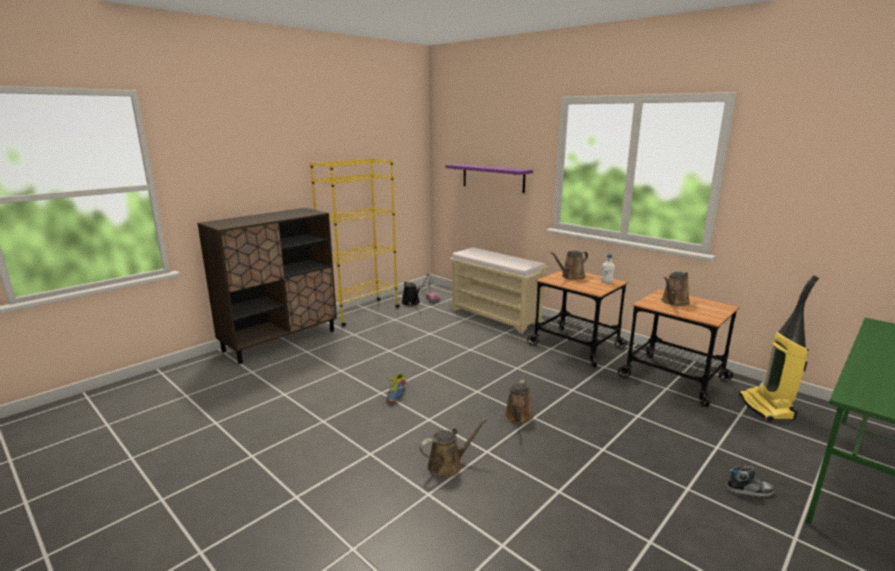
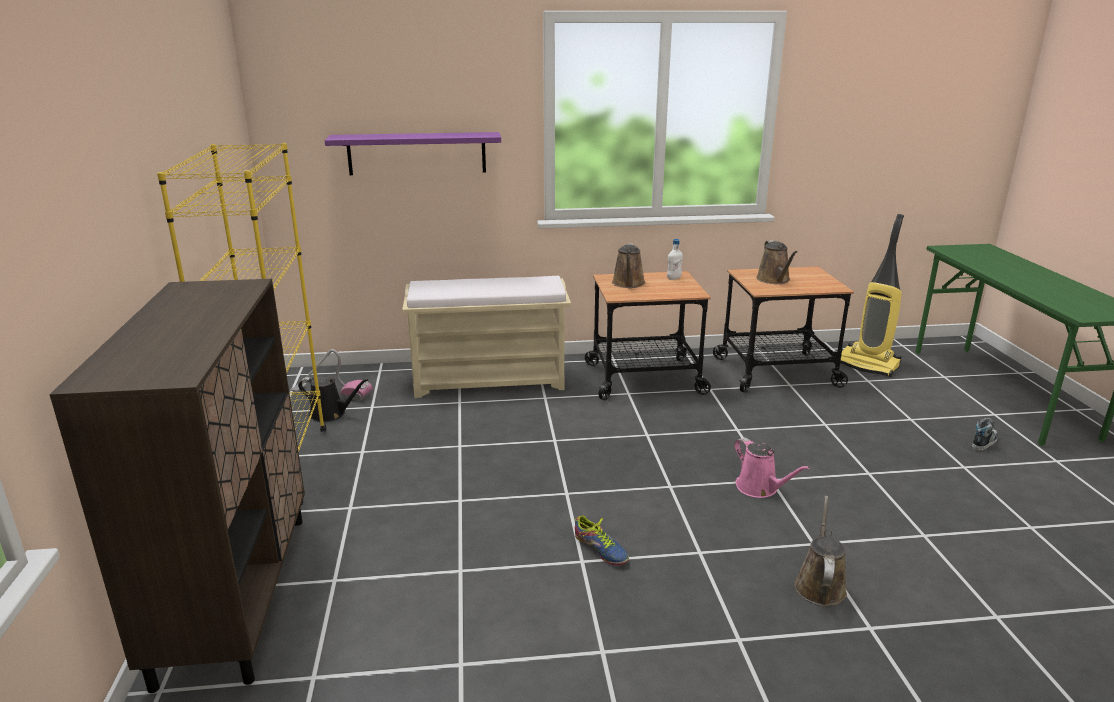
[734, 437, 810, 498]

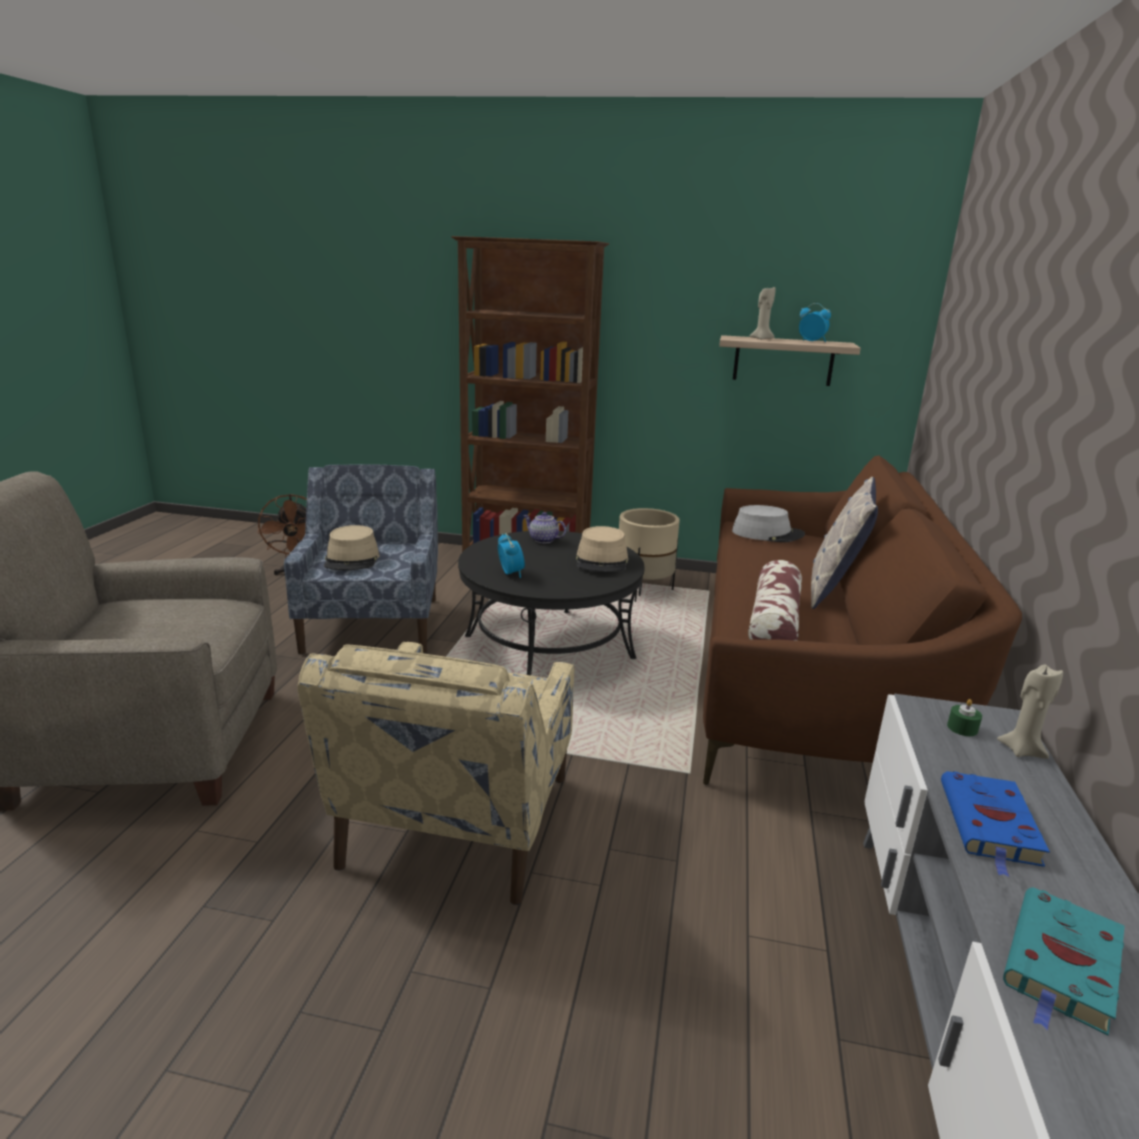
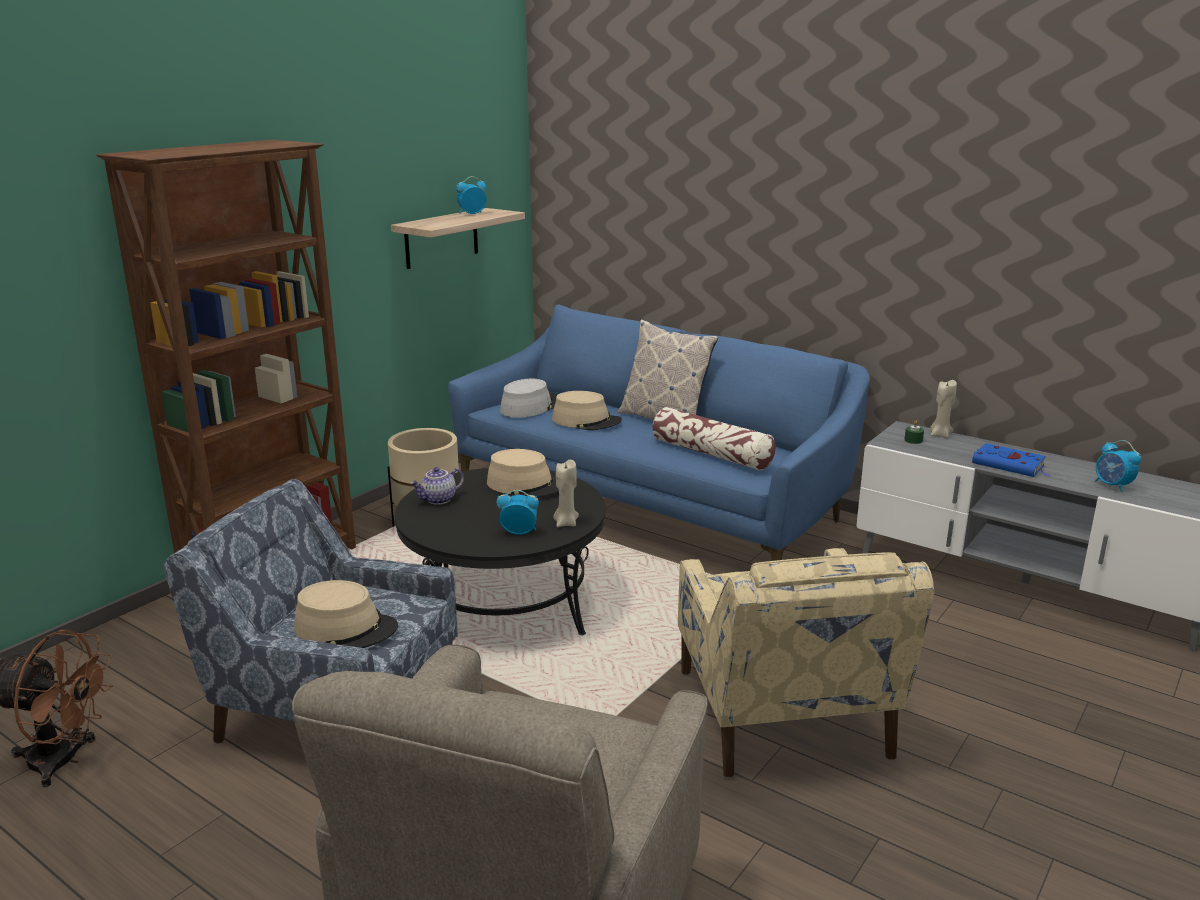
[553, 460, 579, 527]
[448, 304, 870, 561]
[678, 548, 934, 778]
[1095, 440, 1141, 492]
[552, 391, 622, 430]

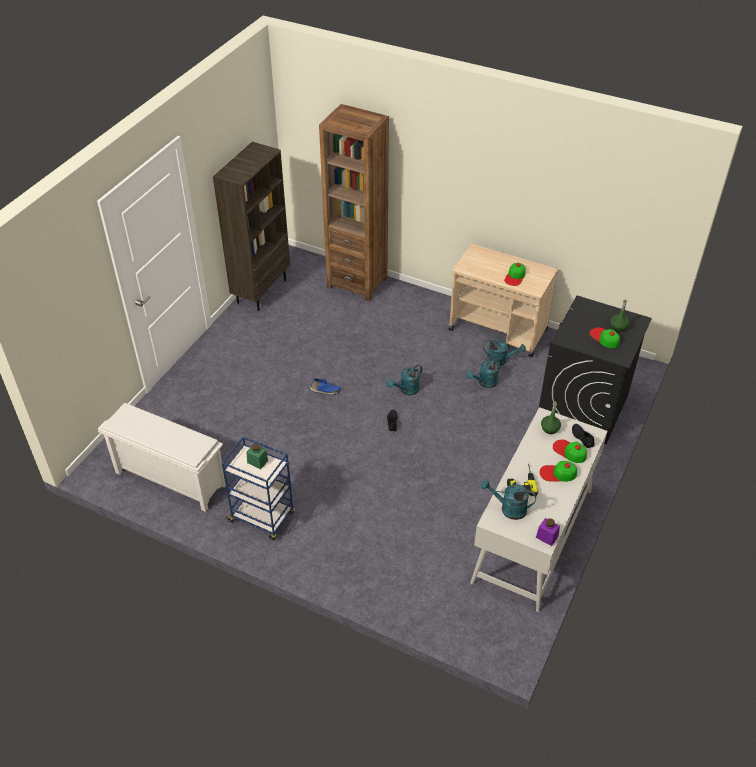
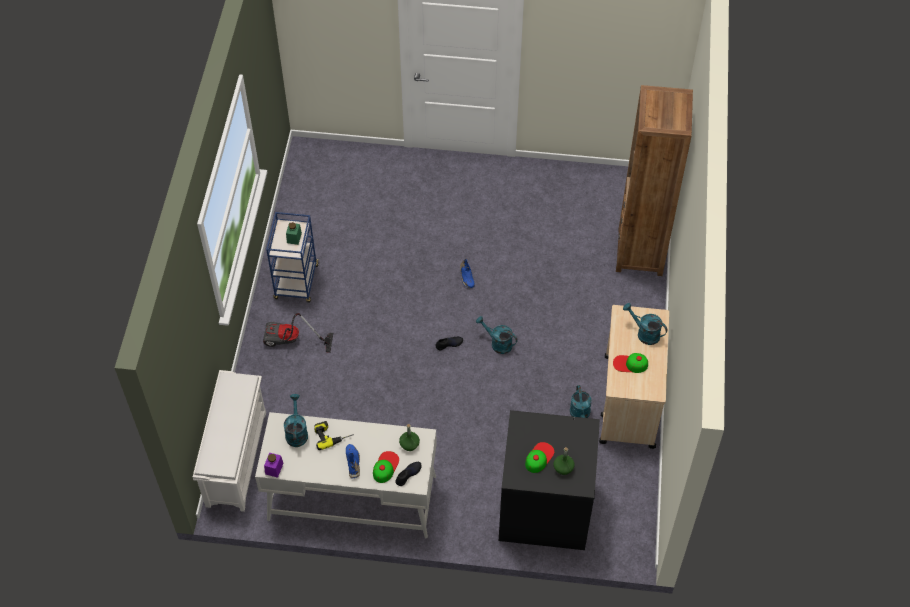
[213, 142, 290, 311] (first image)
[623, 303, 667, 345]
[193, 370, 266, 512]
[346, 444, 360, 478]
[263, 313, 333, 353]

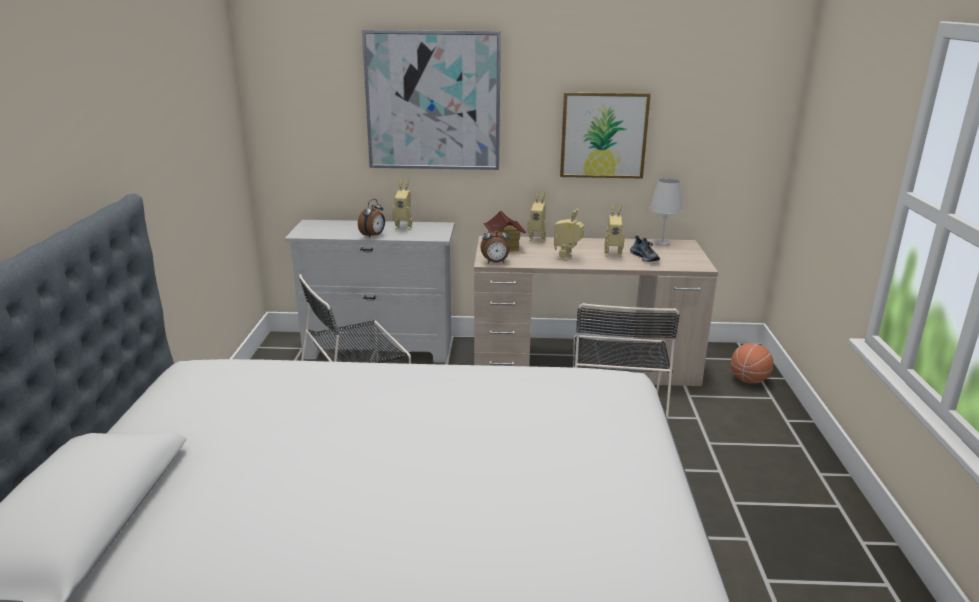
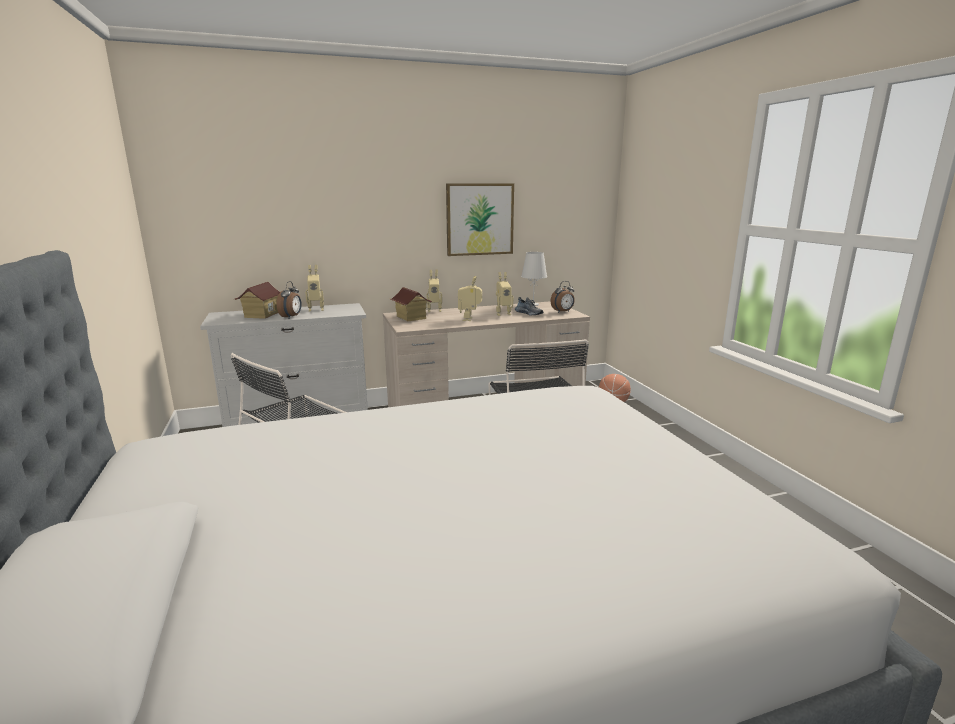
[362, 30, 501, 170] (first image)
[550, 281, 575, 313]
[234, 282, 280, 319]

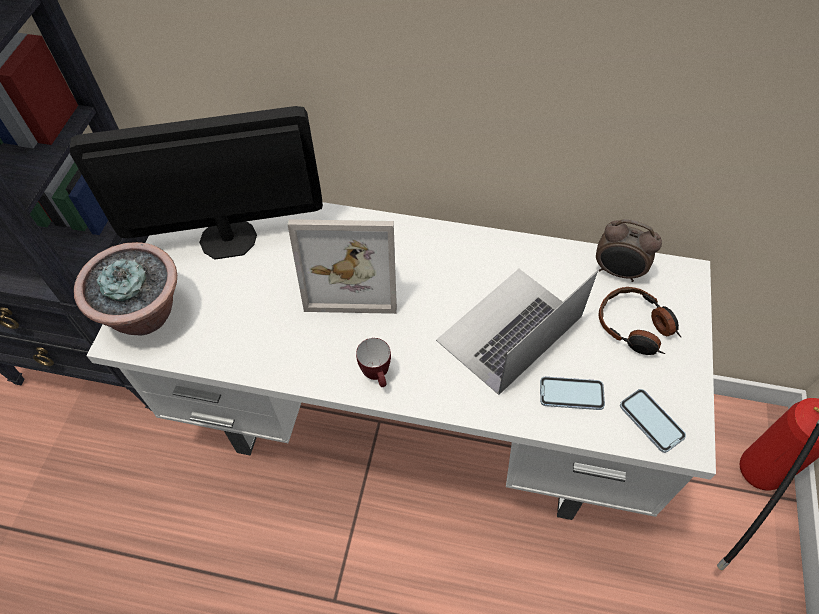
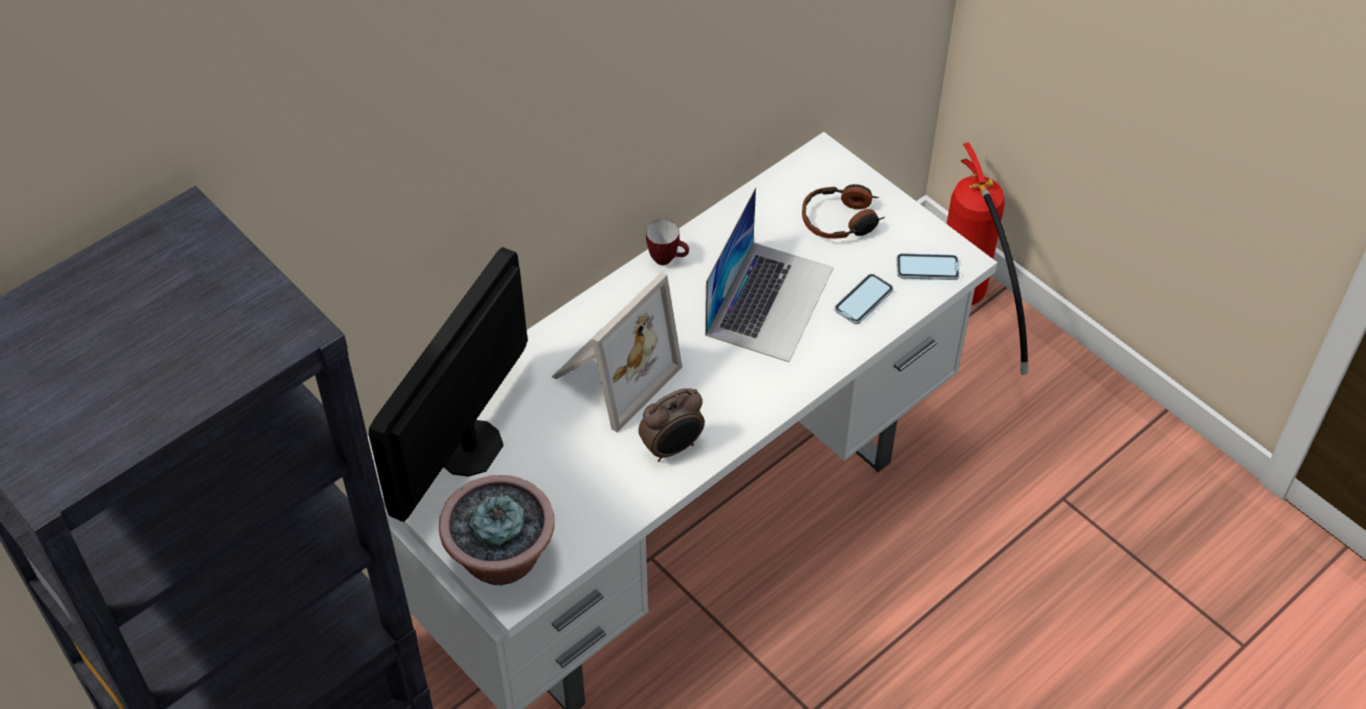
[638, 388, 705, 462]
[705, 188, 834, 362]
[646, 220, 689, 265]

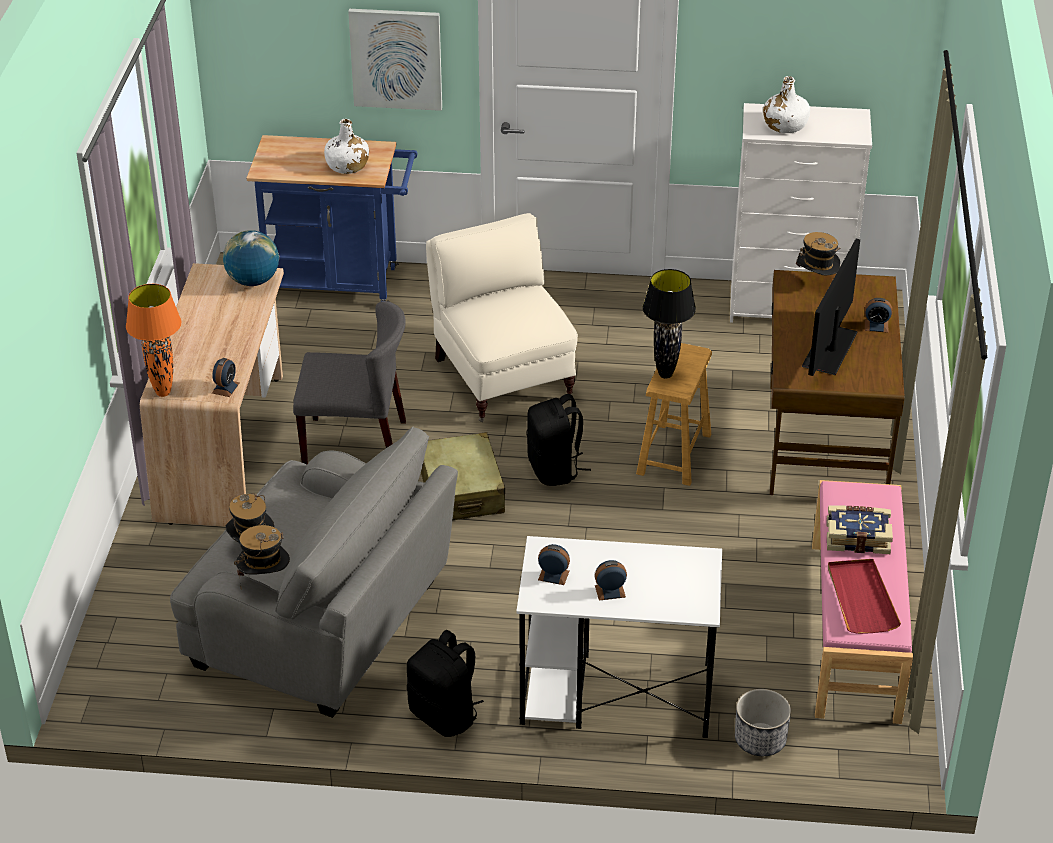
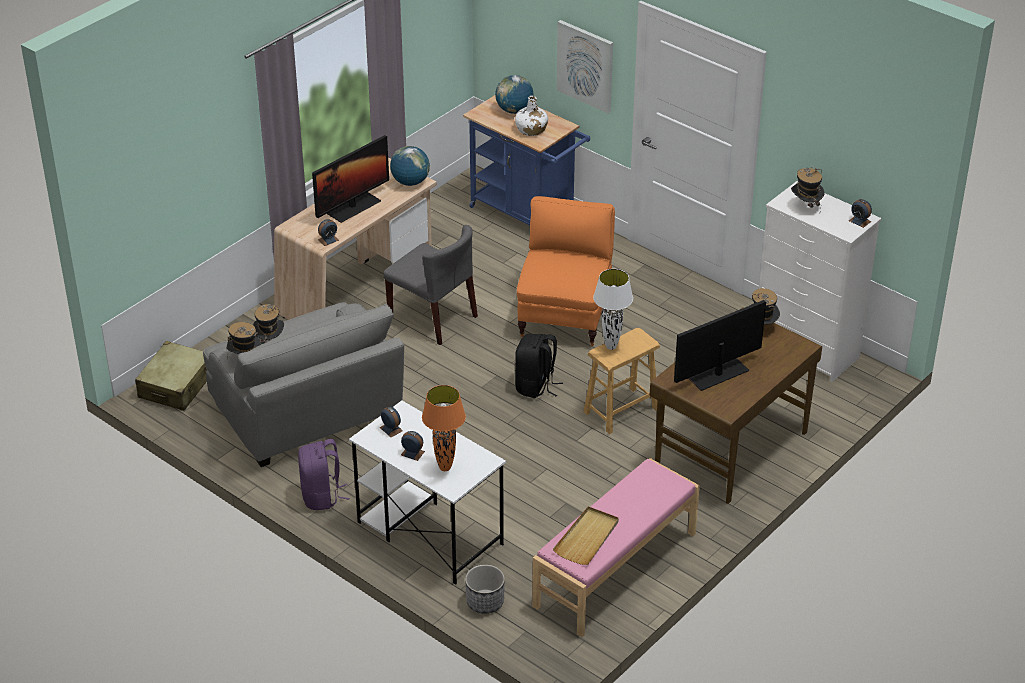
[791, 167, 825, 210]
[517, 196, 615, 346]
[593, 269, 633, 350]
[422, 385, 466, 471]
[849, 199, 872, 228]
[135, 341, 207, 411]
[827, 506, 893, 554] (first image)
[553, 506, 619, 565]
[298, 439, 350, 510]
[495, 75, 534, 114]
[312, 135, 389, 223]

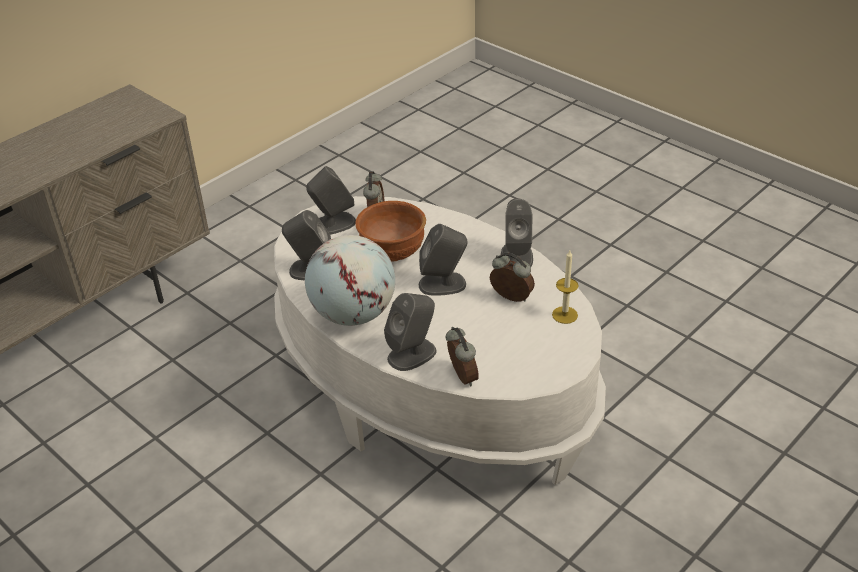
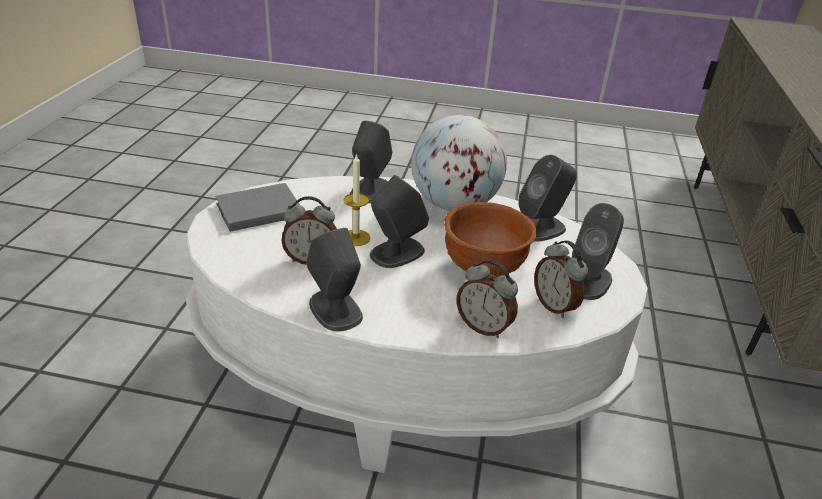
[343, 153, 371, 246]
[457, 259, 518, 338]
[215, 183, 300, 232]

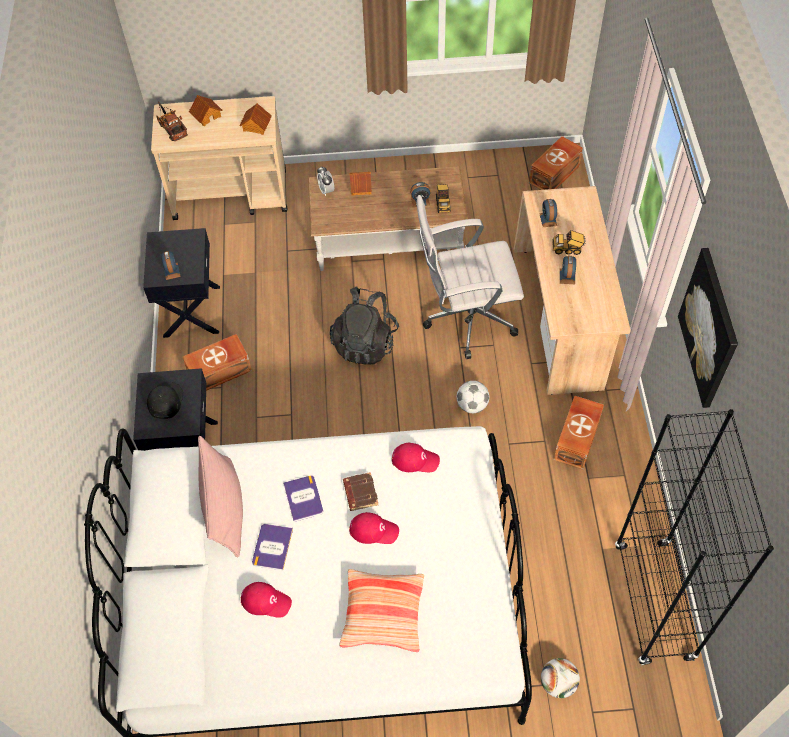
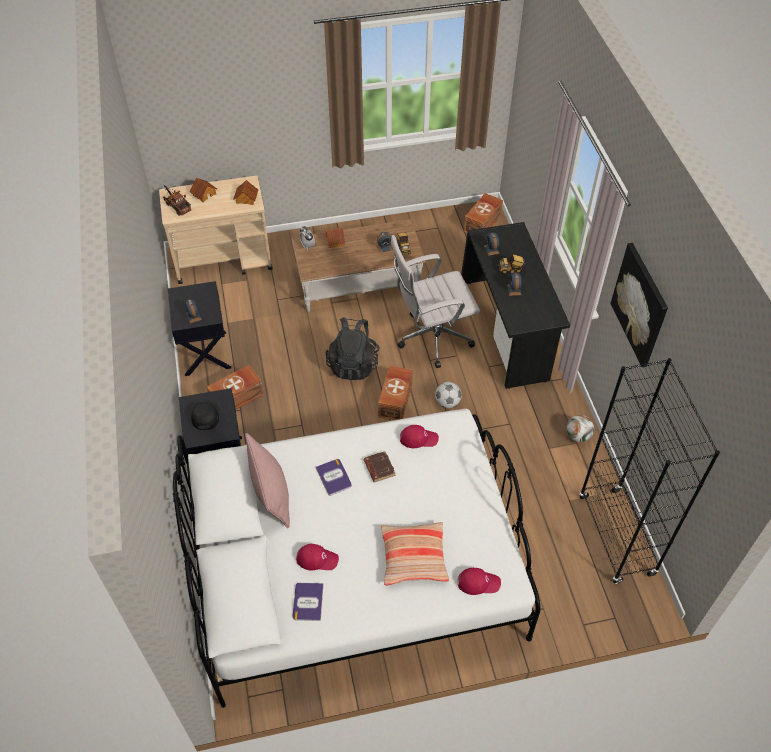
[461, 222, 570, 389]
[378, 366, 413, 420]
[458, 568, 501, 595]
[293, 583, 323, 621]
[566, 415, 594, 442]

